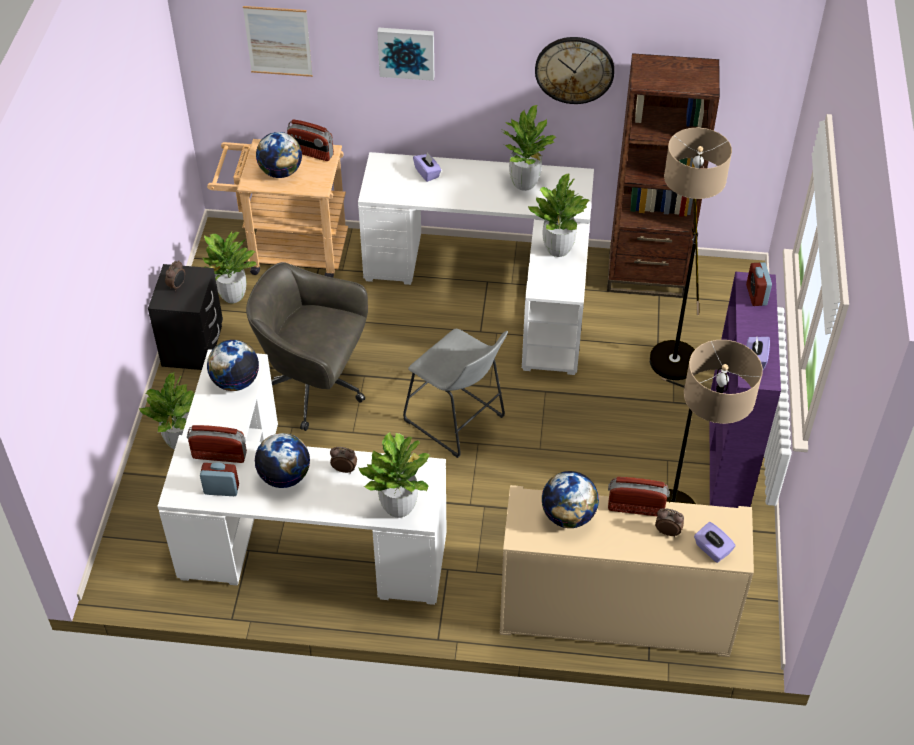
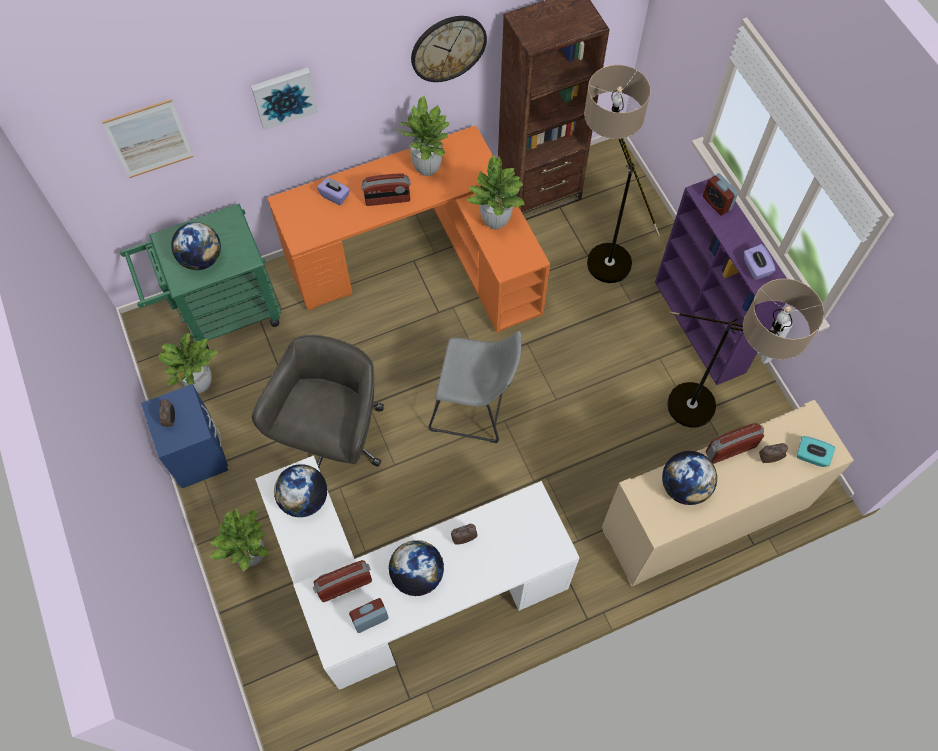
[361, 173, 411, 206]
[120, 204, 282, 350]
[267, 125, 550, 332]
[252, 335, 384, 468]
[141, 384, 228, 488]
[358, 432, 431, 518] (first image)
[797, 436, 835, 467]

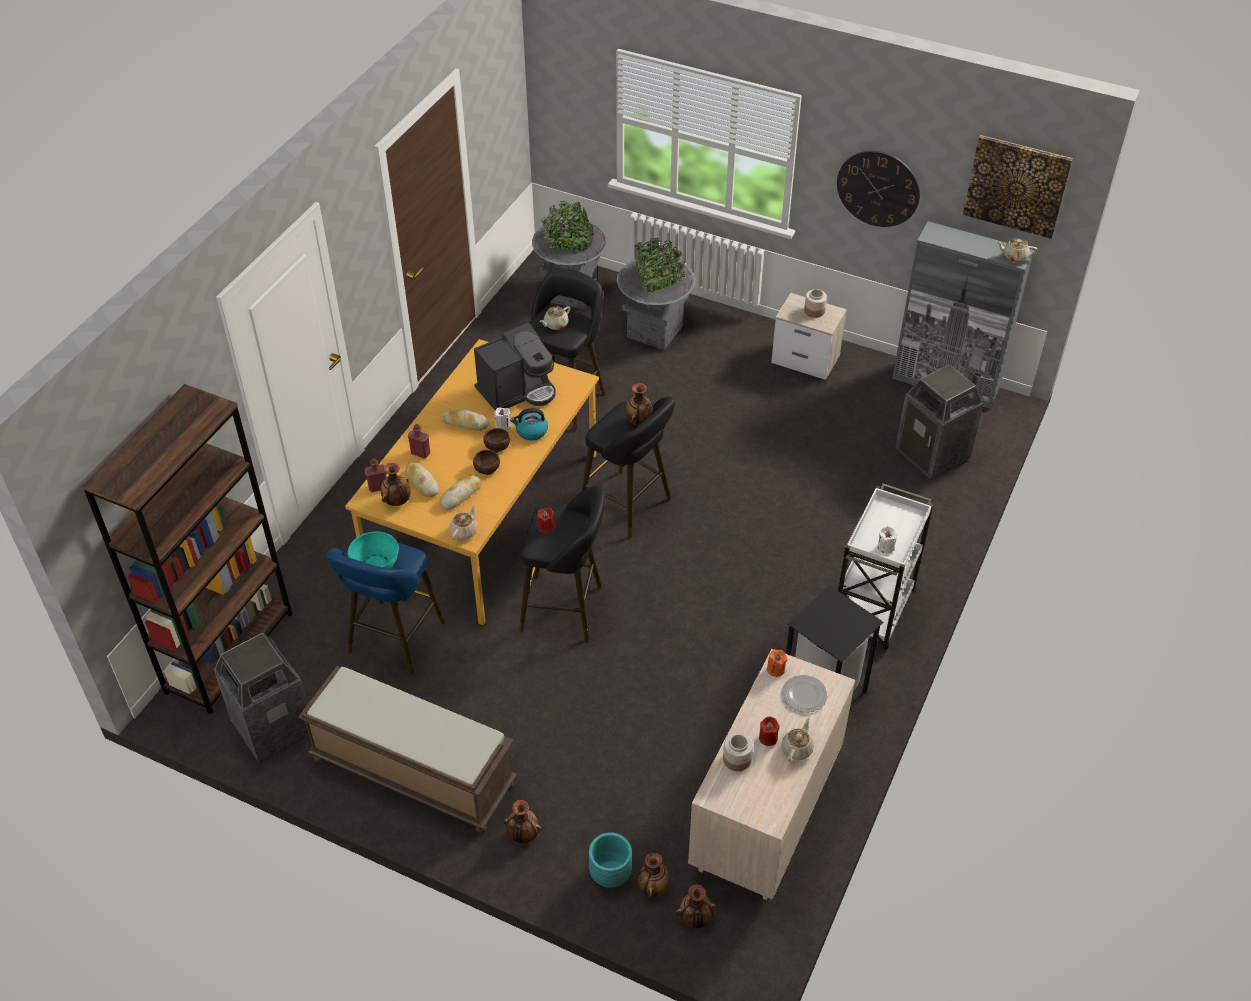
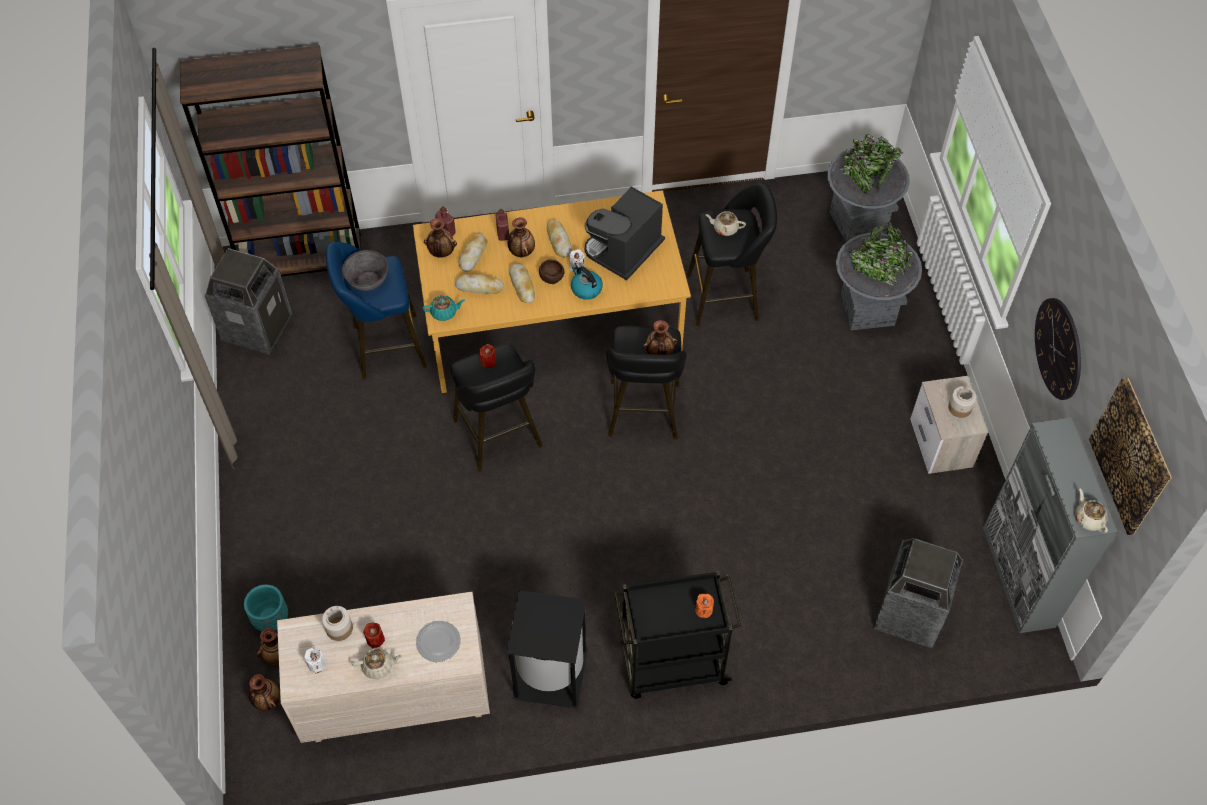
[585, 186, 665, 280]
[509, 263, 535, 303]
[614, 571, 741, 699]
[423, 295, 465, 321]
[304, 648, 327, 674]
[342, 250, 388, 291]
[695, 594, 714, 618]
[298, 666, 517, 833] (first image)
[508, 217, 535, 258]

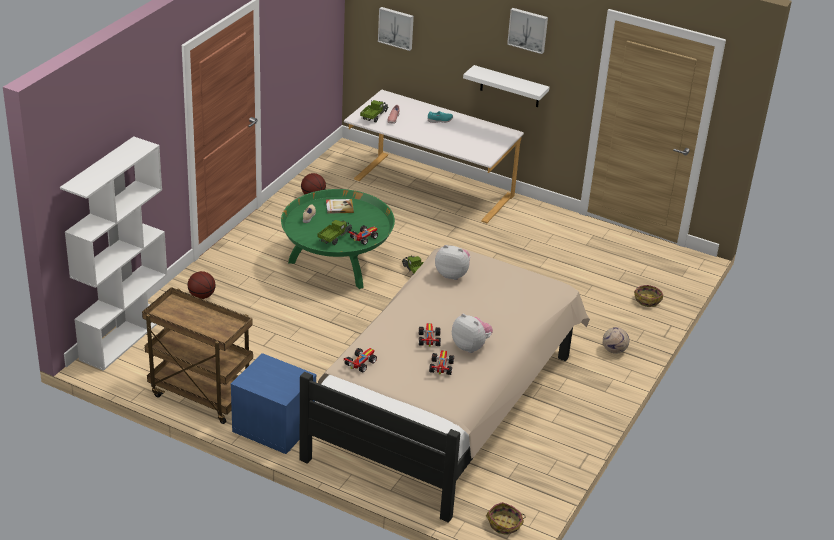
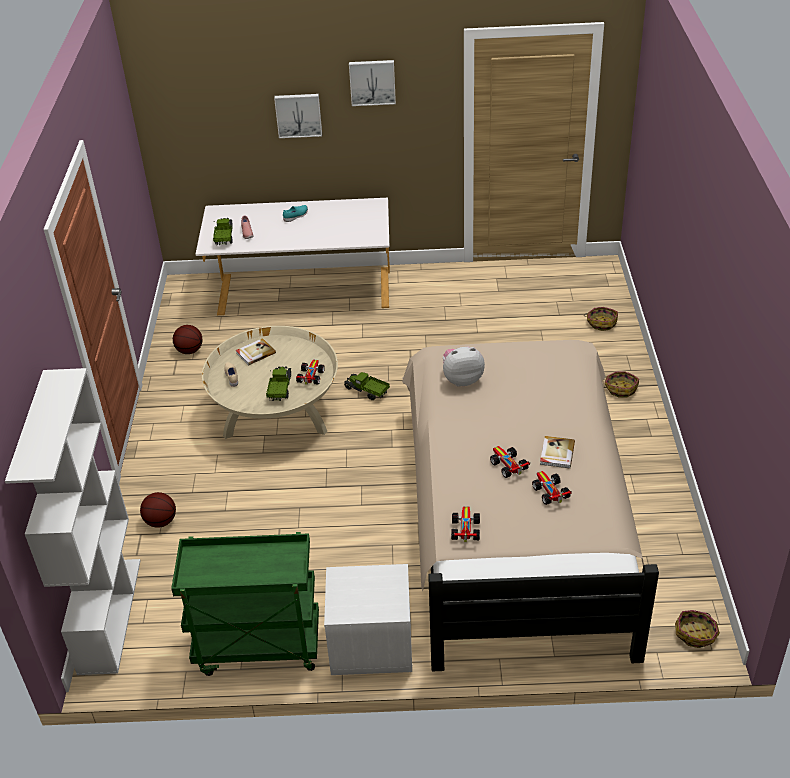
[274, 94, 322, 138]
[463, 65, 549, 107] (first image)
[202, 326, 338, 439]
[171, 532, 319, 676]
[540, 436, 575, 468]
[604, 371, 639, 398]
[324, 564, 412, 675]

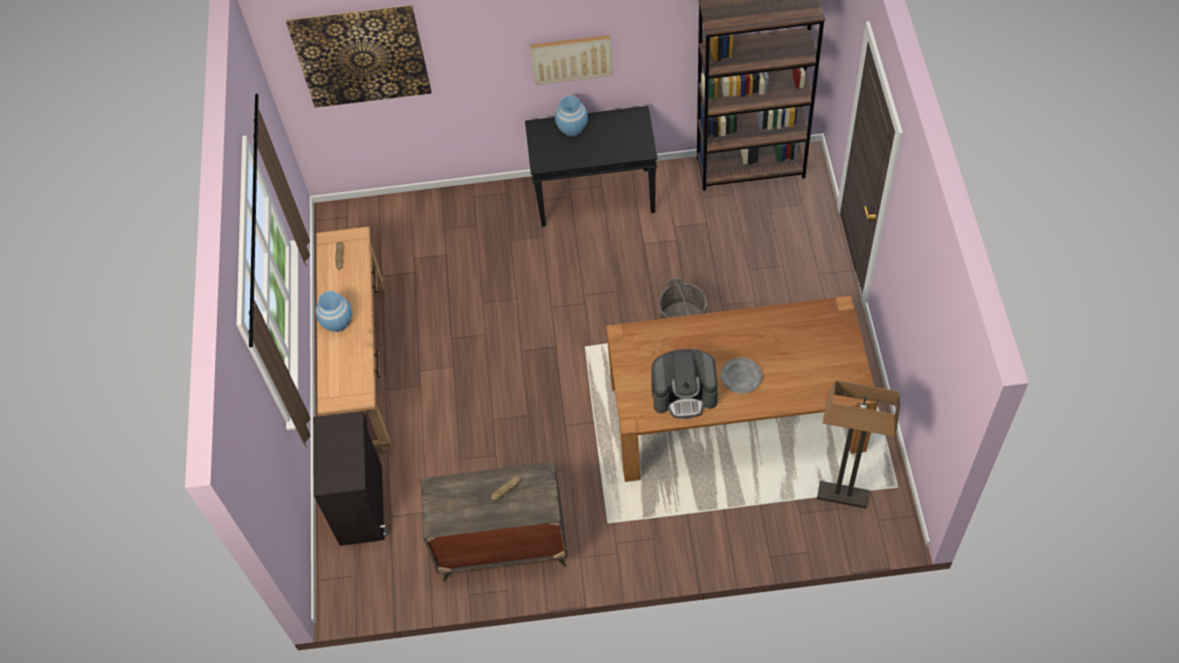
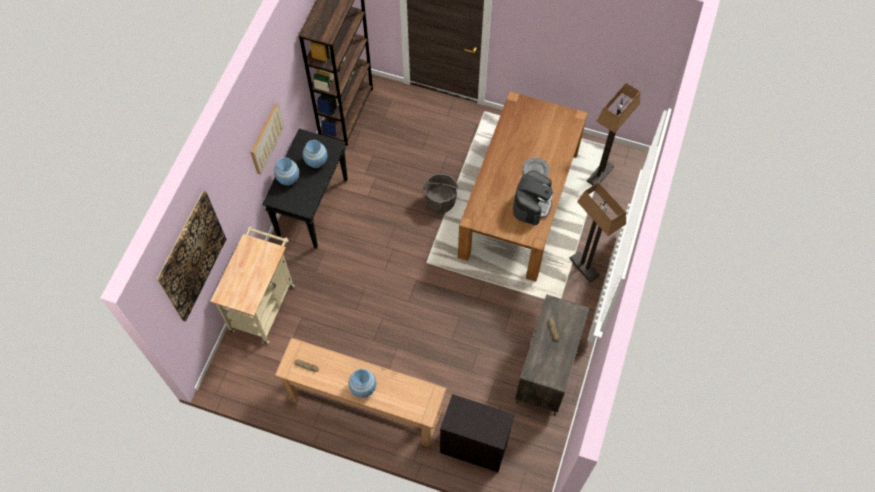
[303, 140, 328, 168]
[569, 182, 626, 282]
[210, 226, 295, 344]

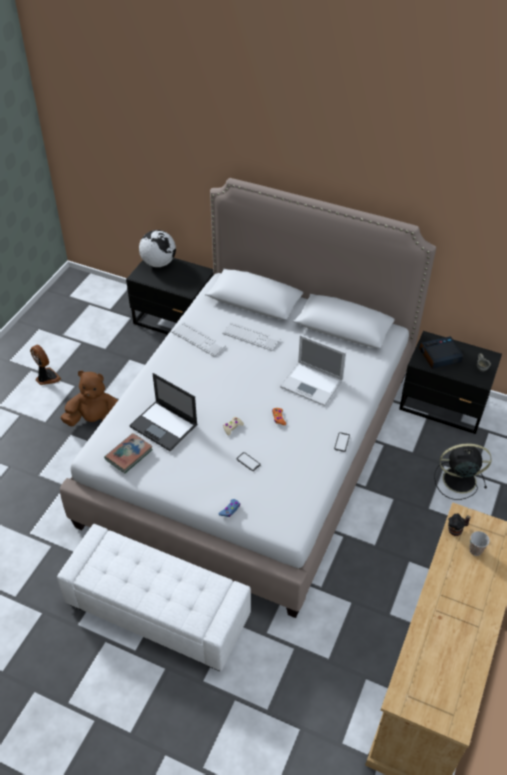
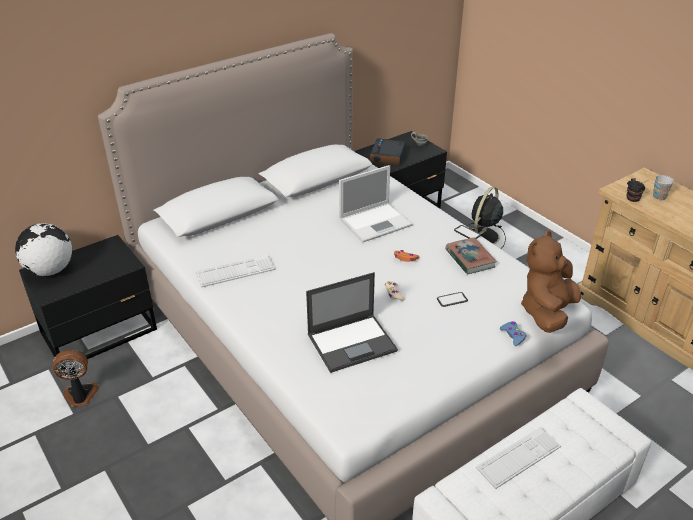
[476, 427, 561, 489]
[53, 350, 99, 407]
[521, 230, 581, 333]
[445, 238, 497, 275]

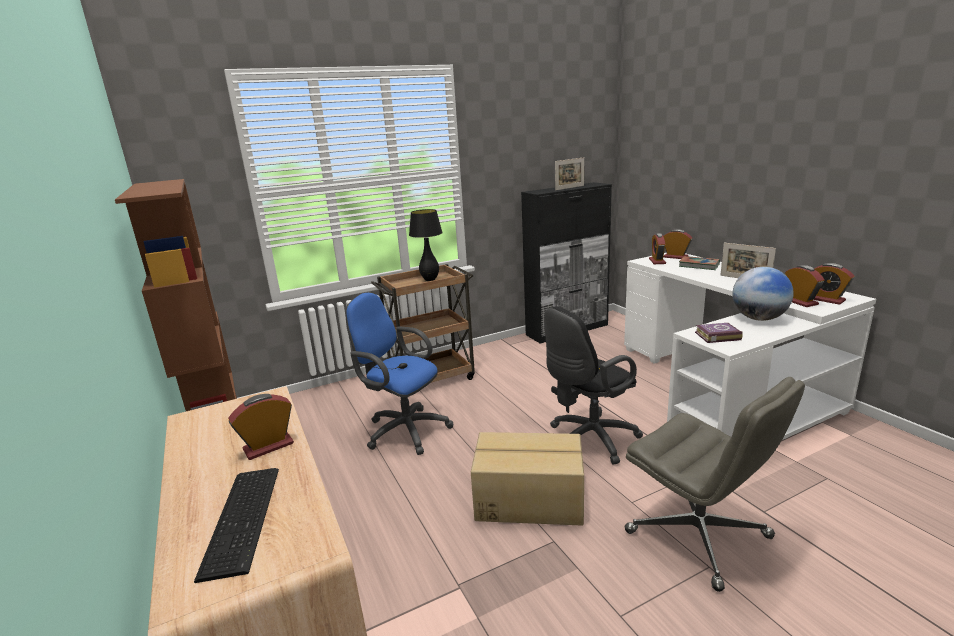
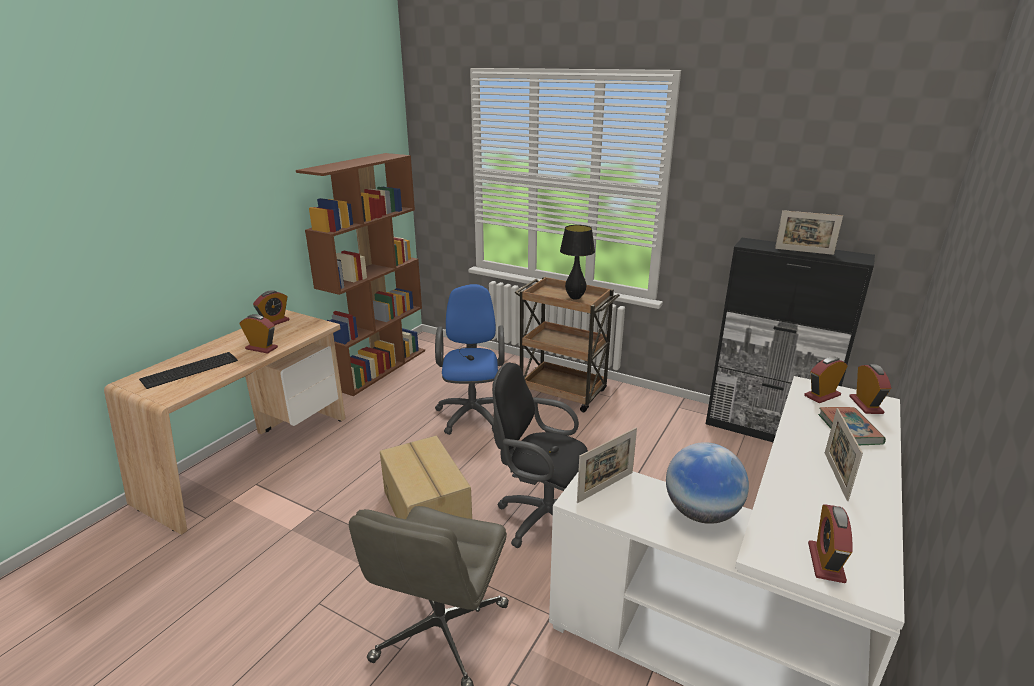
[253, 290, 290, 325]
[577, 428, 637, 503]

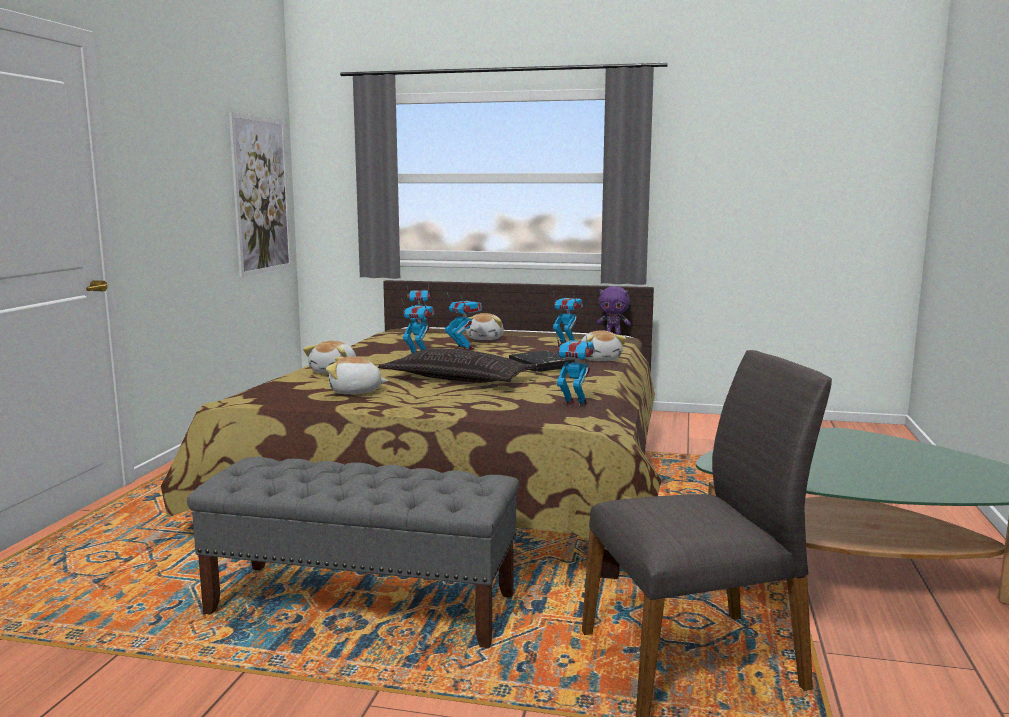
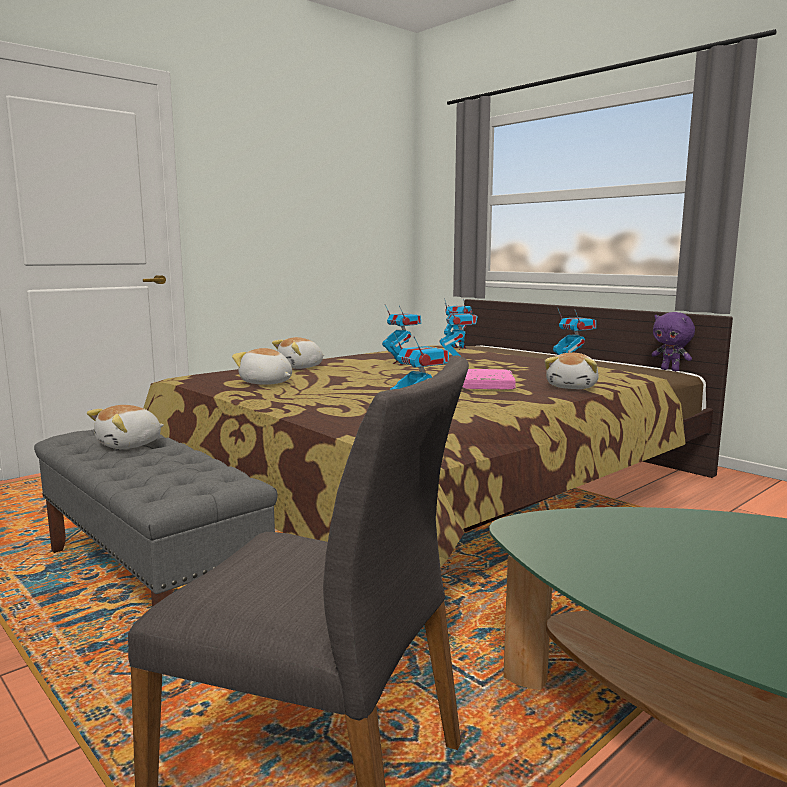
[229, 112, 292, 277] (first image)
[87, 405, 164, 449]
[378, 348, 537, 382] (first image)
[462, 369, 516, 389]

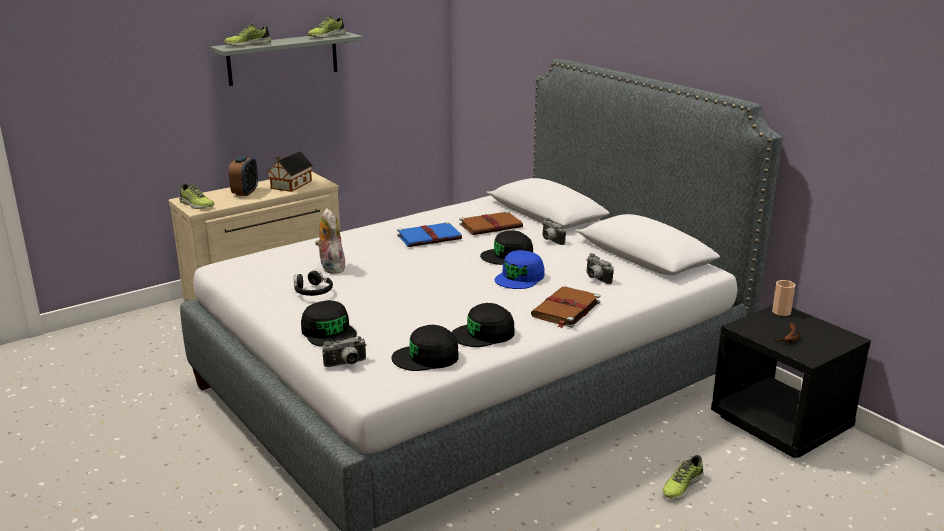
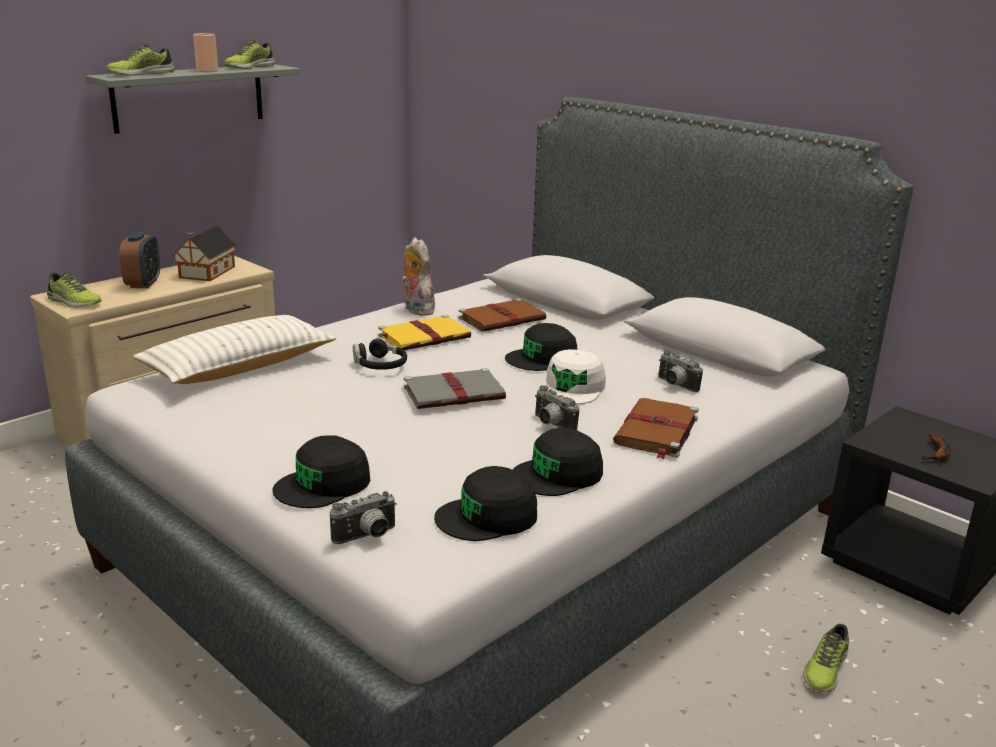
[401, 237, 435, 316]
[535, 385, 580, 430]
[378, 315, 471, 350]
[539, 349, 606, 404]
[353, 337, 407, 370]
[193, 33, 218, 72]
[273, 435, 370, 508]
[132, 315, 336, 384]
[404, 368, 506, 409]

